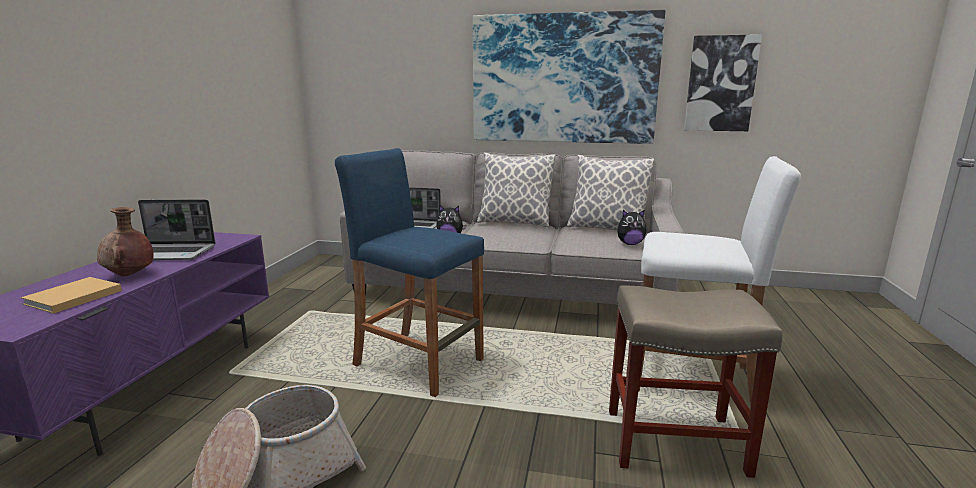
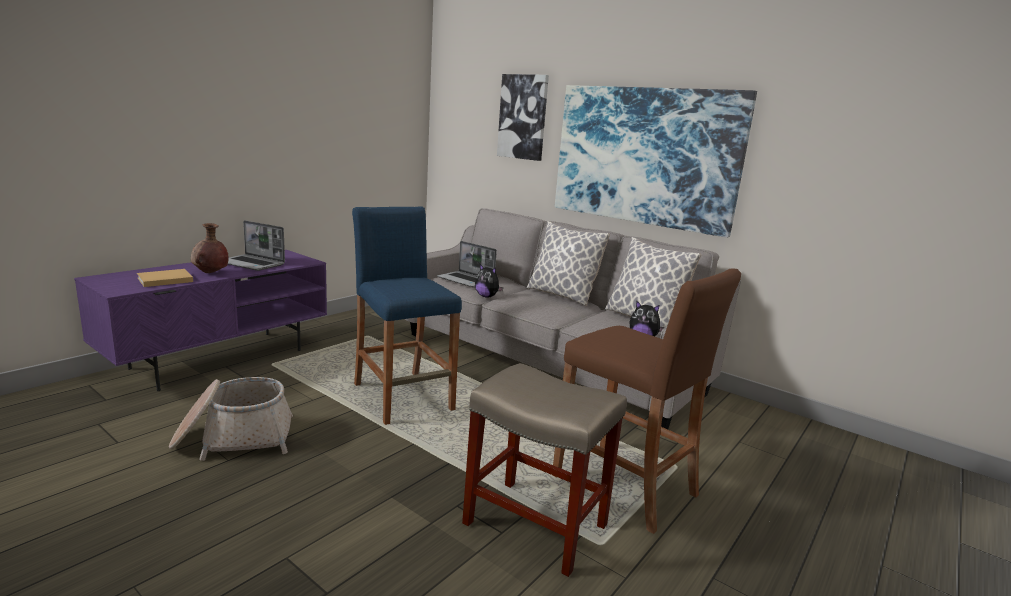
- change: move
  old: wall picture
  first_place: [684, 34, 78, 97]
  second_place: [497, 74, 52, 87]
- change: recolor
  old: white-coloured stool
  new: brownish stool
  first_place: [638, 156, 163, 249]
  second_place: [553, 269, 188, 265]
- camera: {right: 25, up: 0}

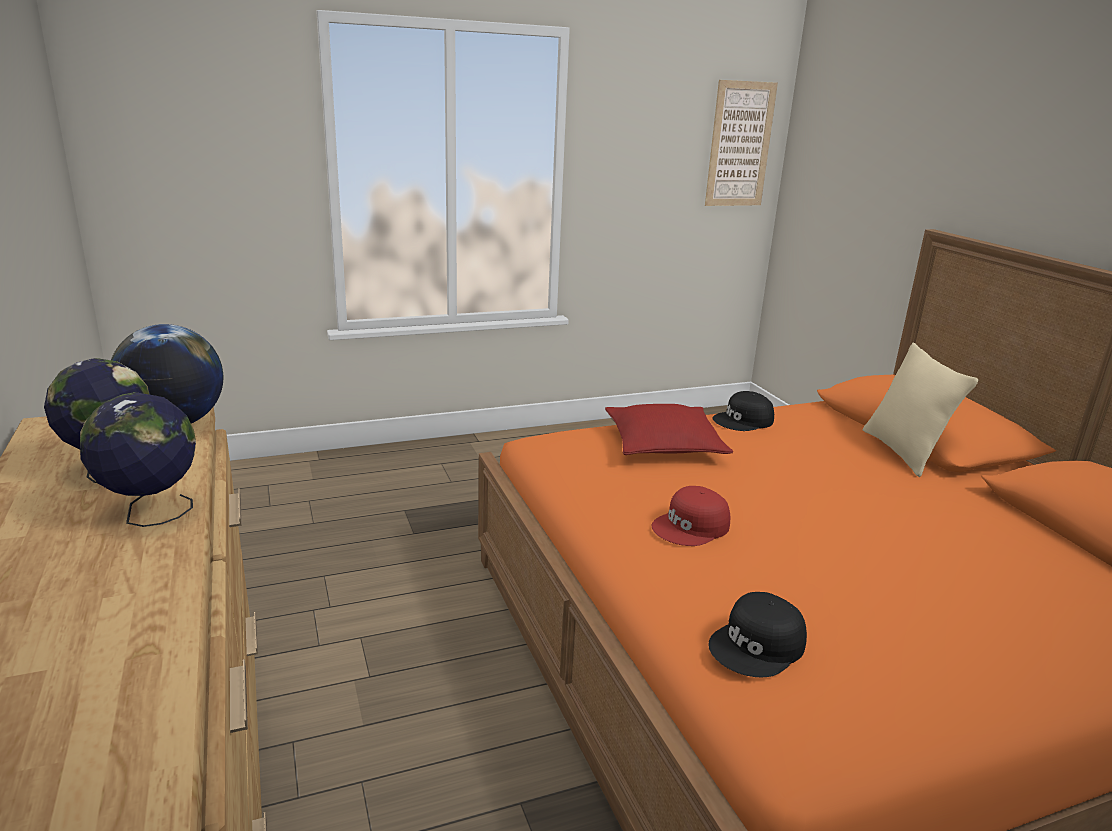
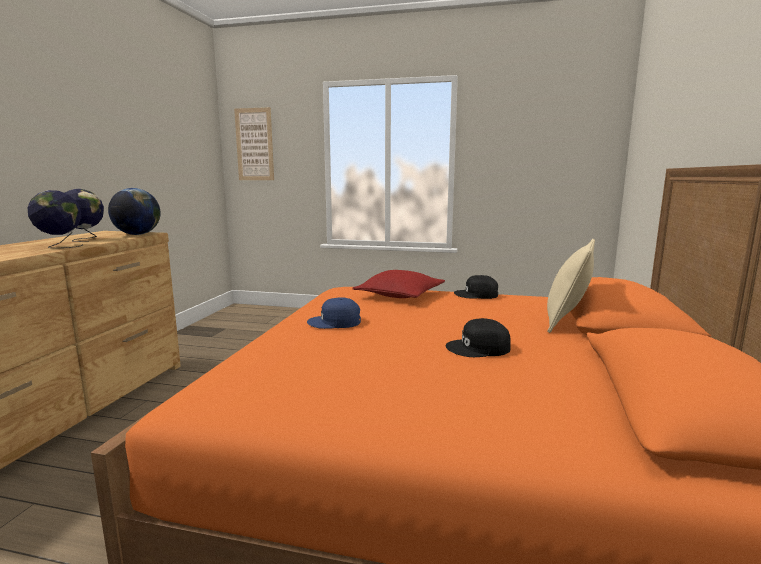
- change: move
  old: wall picture
  first_place: [705, 80, 73, 126]
  second_place: [234, 107, 40, 73]
- change: recolor
  old: red-coloured baseball cap
  new: blue baseball cap
  first_place: [652, 486, 78, 60]
  second_place: [307, 297, 54, 32]
- change: move
  old: blackish baseball cap
  first_place: [709, 592, 98, 85]
  second_place: [446, 318, 65, 39]
- camera: {right: 35, up: -10}

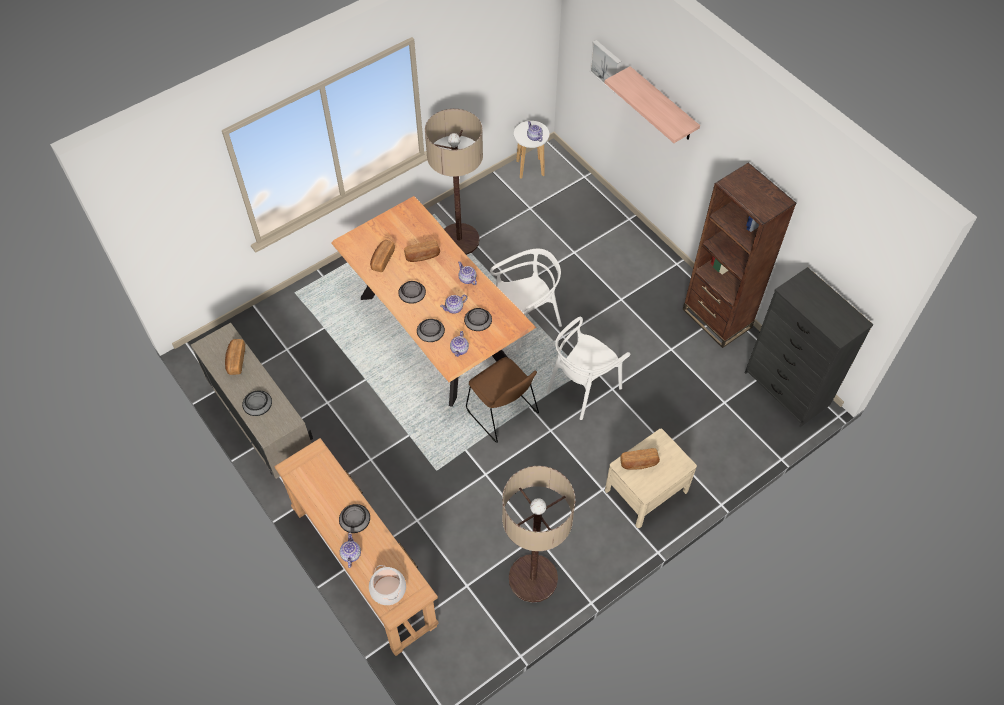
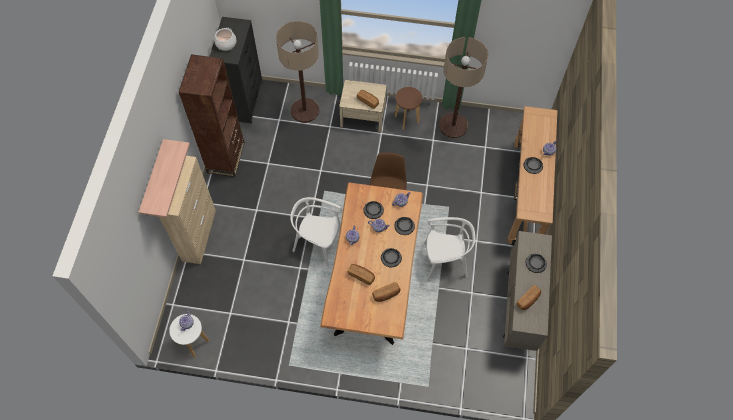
- change: delete
  old: wall picture
  first_place: [590, 40, 32, 53]
- change: move
  old: standing lamp
  first_place: [425, 109, 58, 146]
  second_place: [276, 21, 43, 102]
- change: move
  old: white-coloured chair
  first_place: [546, 317, 84, 103]
  second_place: [424, 217, 51, 65]
- change: move
  old: stockpot
  first_place: [369, 565, 37, 40]
  second_place: [214, 28, 22, 23]
- change: insert
  new: brownish stool
  second_place: [395, 87, 27, 43]
- change: insert
  new: sand-coloured cabinet
  second_place: [159, 156, 57, 108]
- camera: {right: -135, up: 5}

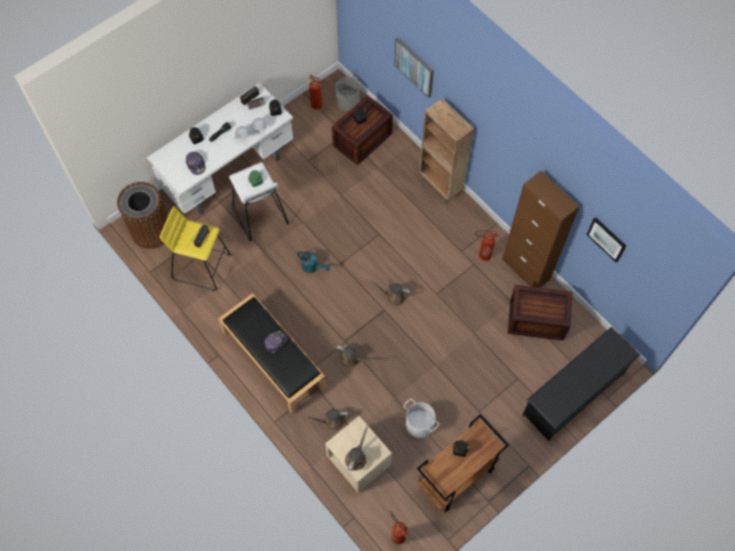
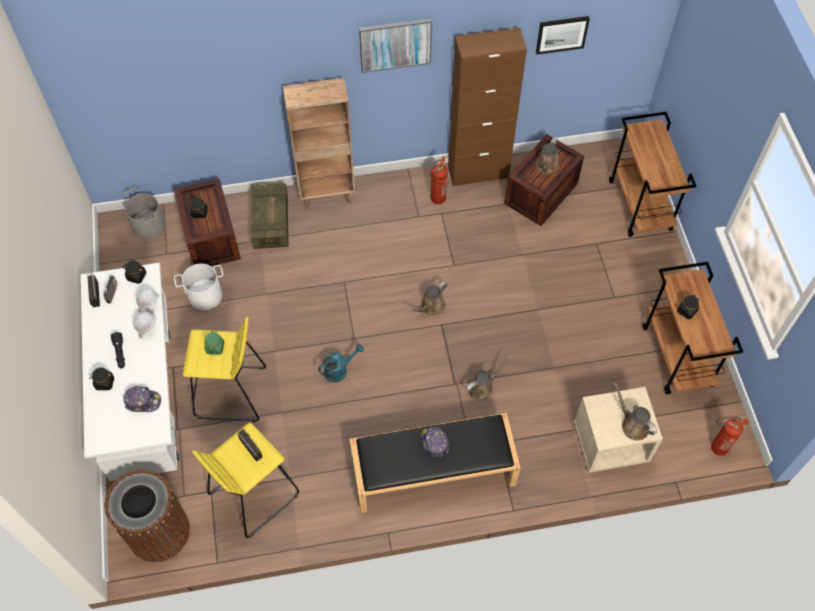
- change: move
  old: wall picture
  first_place: [394, 37, 40, 61]
  second_place: [359, 18, 73, 55]
- change: delete
  old: fire extinguisher
  first_place: [309, 74, 15, 36]
- change: recolor
  old: white-coloured stool
  new: yellow stool
  first_place: [229, 162, 60, 79]
  second_place: [183, 317, 83, 105]
- change: replace
  old: blackish shoe rack
  new: brownish wheeled cart
  first_place: [522, 327, 119, 114]
  second_place: [609, 112, 87, 125]
- change: move
  old: white-coloured water bucket
  first_place: [403, 398, 36, 40]
  second_place: [174, 264, 49, 46]
- change: move
  old: brownish watering can
  first_place: [304, 409, 45, 22]
  second_place: [536, 137, 23, 37]
- change: insert
  new: packing crate
  second_place: [251, 183, 37, 66]
- camera: {right: -60, up: -5}

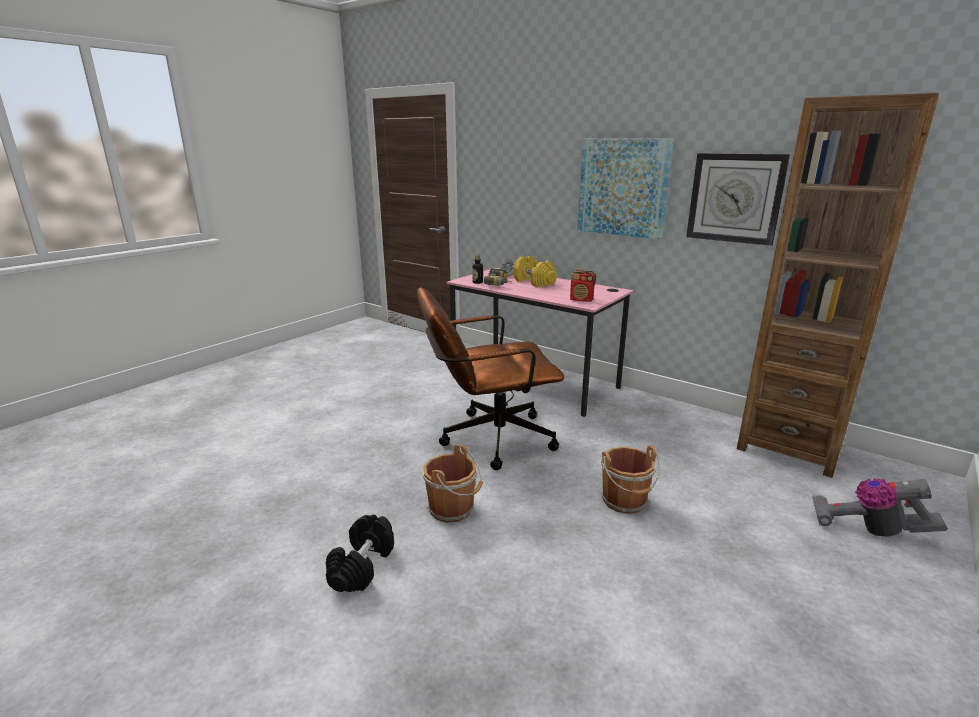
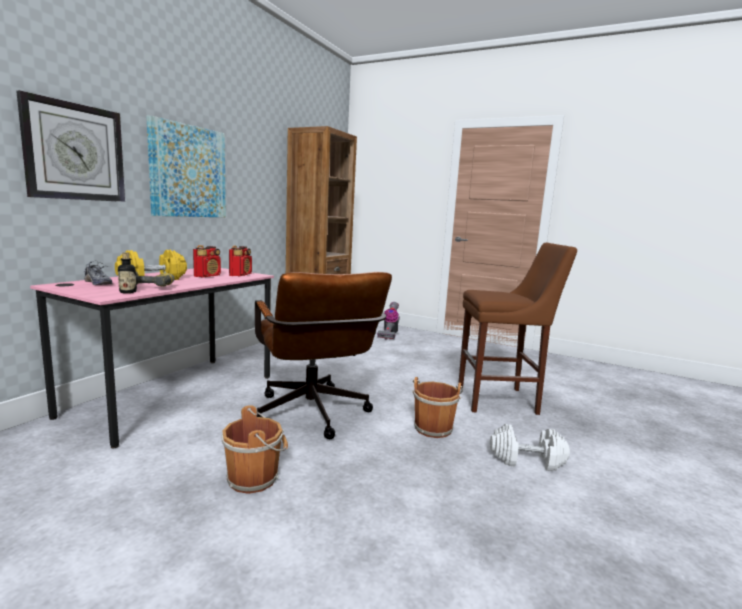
- change: move
  old: clock on the wall
  first_place: [686, 153, 104, 93]
  second_place: [16, 90, 109, 112]
- change: move
  old: brownish water bucket
  first_place: [601, 446, 59, 68]
  second_place: [221, 405, 67, 89]
- change: recolor
  old: blackish dumbbell
  new: white-coloured dumbbell
  first_place: [326, 514, 68, 78]
  second_place: [490, 424, 80, 47]
- change: insert
  new: brownish stool
  second_place: [458, 243, 119, 172]
- change: insert
  new: radio set
  second_place: [193, 245, 28, 33]
- camera: {right: -100, up: -10}

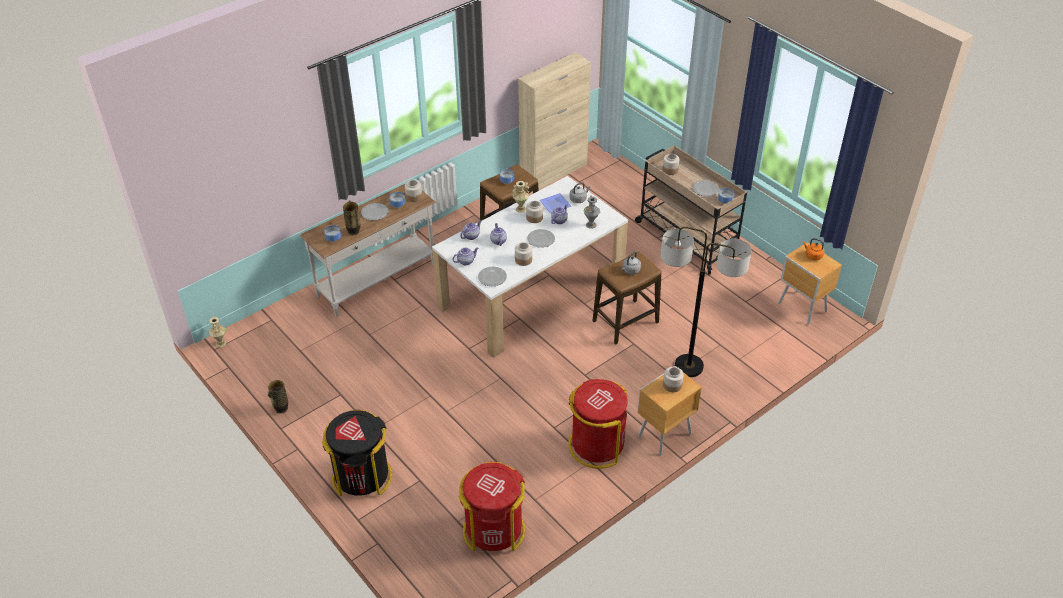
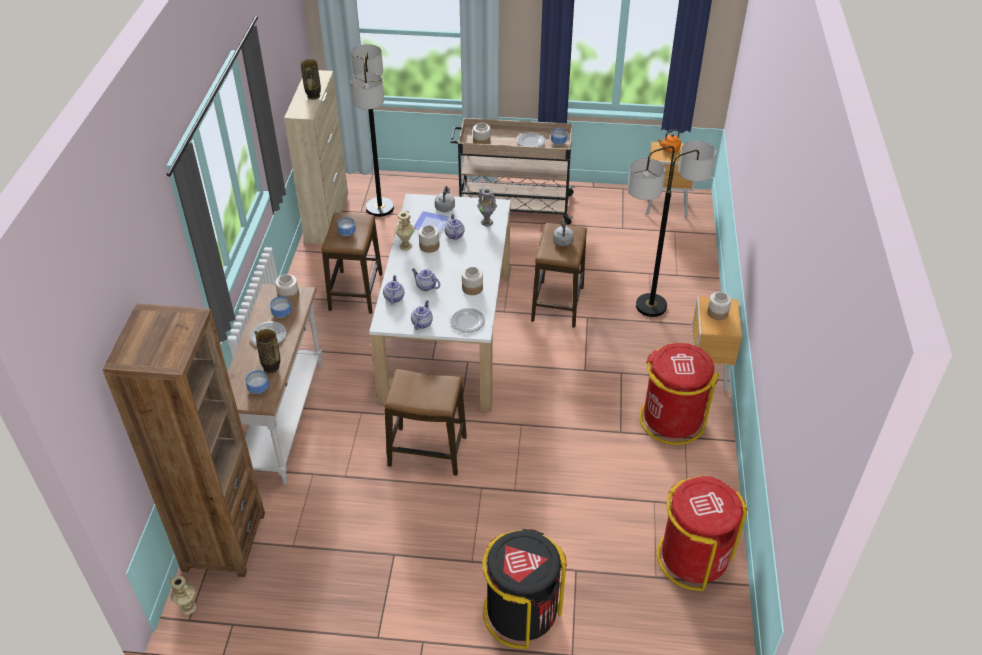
- change: delete
  old: flat dish
  first_place: [527, 229, 28, 19]
- change: move
  old: decorative vase
  first_place: [268, 380, 20, 34]
  second_place: [300, 59, 21, 41]
- change: insert
  new: standing lamp
  second_place: [351, 44, 43, 173]
- change: insert
  new: brownish bookcase
  second_place: [102, 304, 163, 273]
- change: insert
  new: stool
  second_place: [384, 369, 83, 107]
- camera: {right: -45, up: 0}

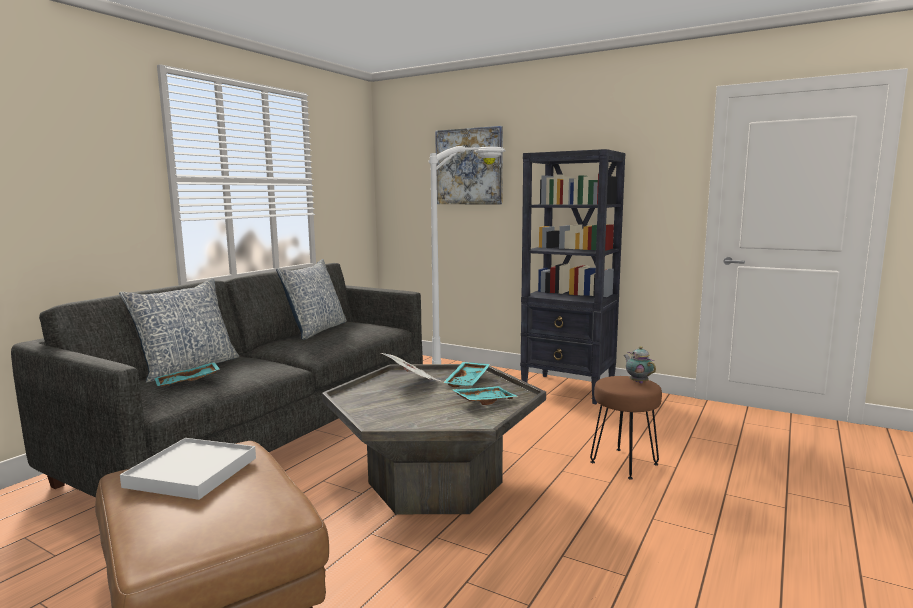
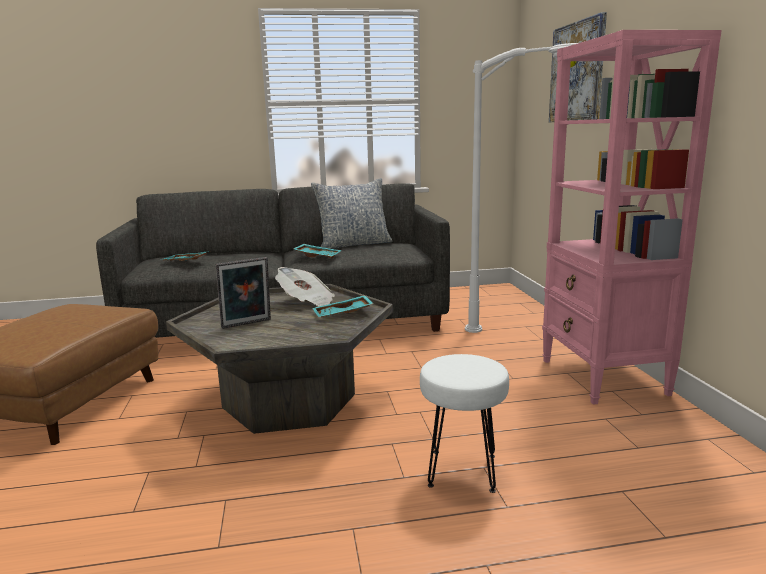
- change: recolor
  old: blackish bookcase
  new: pink-coloured bookcase
  first_place: [520, 149, 105, 255]
  second_place: [542, 30, 180, 375]
- change: delete
  old: cushion
  first_place: [119, 278, 120, 105]
- change: delete
  old: pot for tea
  first_place: [623, 346, 33, 38]
- change: recolor
  old: brownish stool
  new: white-coloured stool
  first_place: [590, 376, 72, 103]
  second_place: [420, 354, 89, 139]
- change: move
  old: turquoise-coloured carrying tray
  first_place: [451, 386, 67, 19]
  second_place: [293, 244, 49, 14]
- change: delete
  old: white-coloured carrying tray
  first_place: [120, 438, 136, 62]
- change: insert
  new: photo frame
  second_place: [216, 257, 55, 72]
- camera: {right: 50, up: 5}

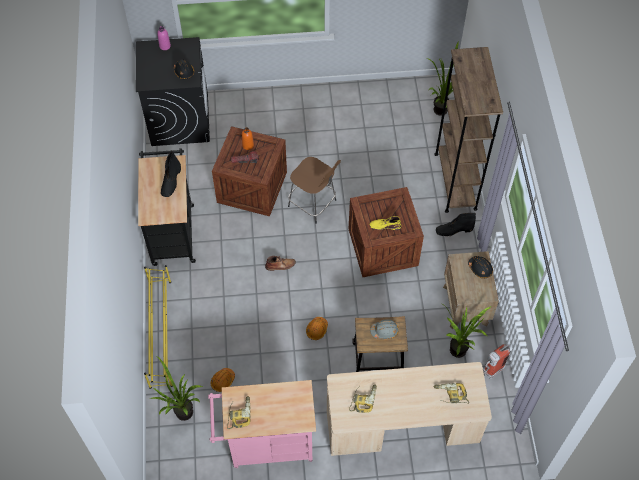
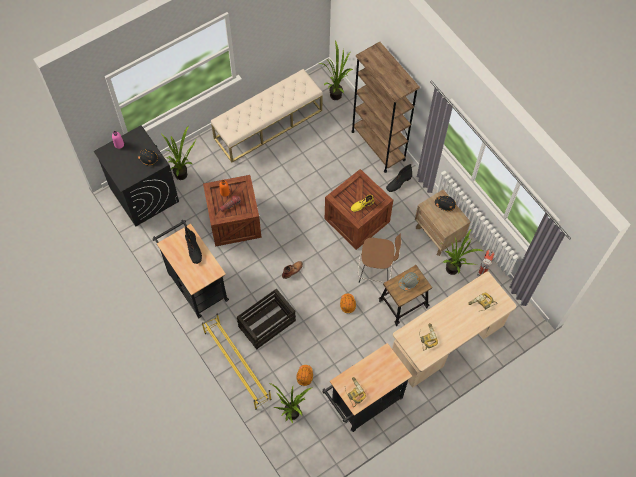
- change: move
  old: brownish stool
  first_place: [288, 157, 53, 67]
  second_place: [358, 233, 43, 50]
- change: recolor
  old: pink-coloured wheeled cart
  new: blackish wheeled cart
  first_place: [208, 380, 108, 88]
  second_place: [323, 343, 89, 89]
- change: insert
  new: sand-coloured indoor bench
  second_place: [211, 69, 112, 94]
- change: insert
  new: plant in a pot
  second_place: [161, 126, 35, 54]
- change: insert
  new: packing crate
  second_place: [237, 288, 59, 61]
- camera: {right: -30, up: 5}

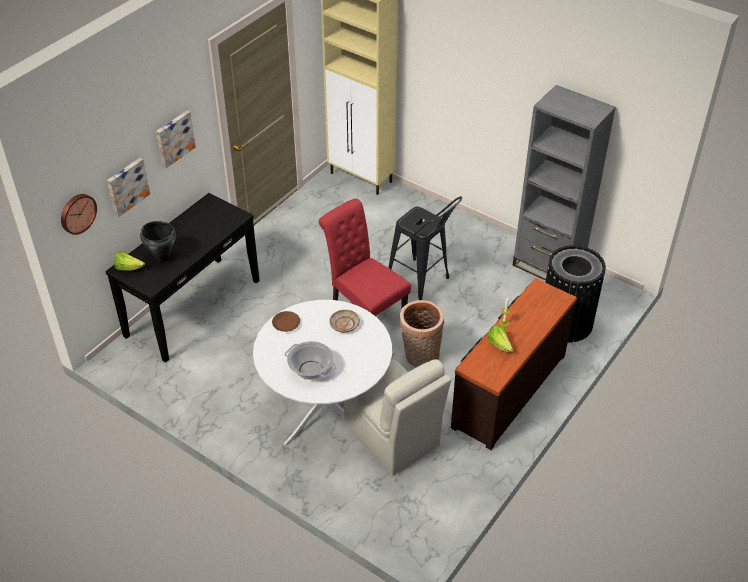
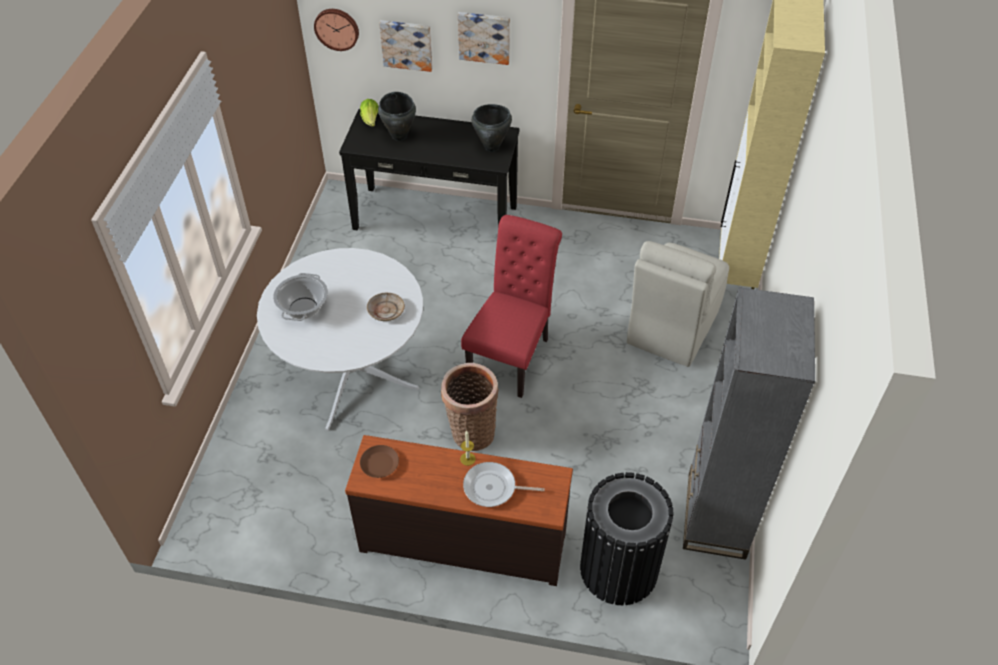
- change: delete
  old: blackish stool
  first_place: [388, 196, 74, 104]
- change: move
  old: brownish flat dish
  first_place: [272, 311, 28, 21]
  second_place: [360, 445, 39, 33]
- change: delete
  old: lettuce head
  first_place: [487, 325, 27, 27]
- change: move
  old: sand-coloured chair
  first_place: [344, 359, 107, 116]
  second_place: [627, 241, 102, 126]
- change: insert
  new: blackish stockpot
  second_place: [472, 104, 40, 48]
- change: insert
  new: frying pan
  second_place: [463, 462, 82, 45]
- camera: {right: 65, up: 5}

